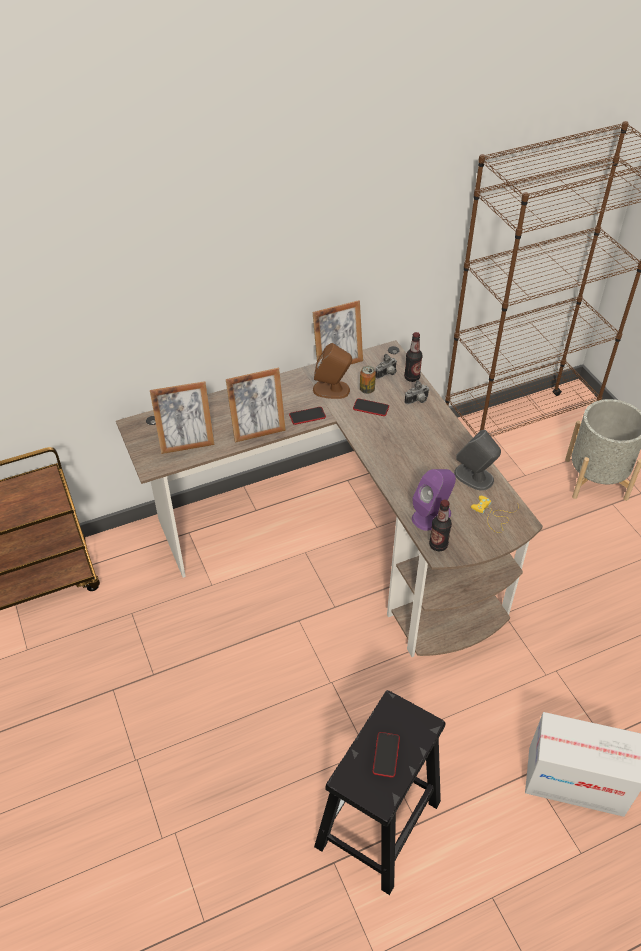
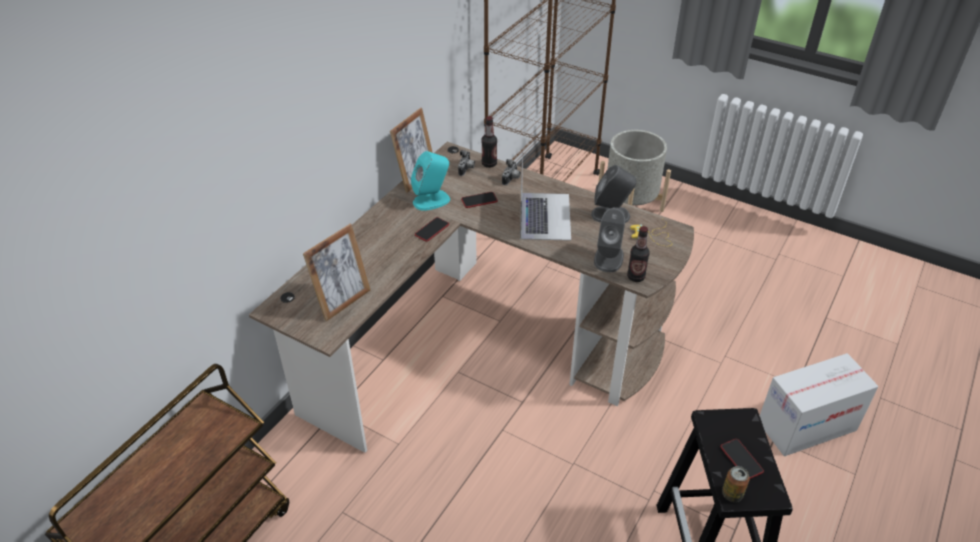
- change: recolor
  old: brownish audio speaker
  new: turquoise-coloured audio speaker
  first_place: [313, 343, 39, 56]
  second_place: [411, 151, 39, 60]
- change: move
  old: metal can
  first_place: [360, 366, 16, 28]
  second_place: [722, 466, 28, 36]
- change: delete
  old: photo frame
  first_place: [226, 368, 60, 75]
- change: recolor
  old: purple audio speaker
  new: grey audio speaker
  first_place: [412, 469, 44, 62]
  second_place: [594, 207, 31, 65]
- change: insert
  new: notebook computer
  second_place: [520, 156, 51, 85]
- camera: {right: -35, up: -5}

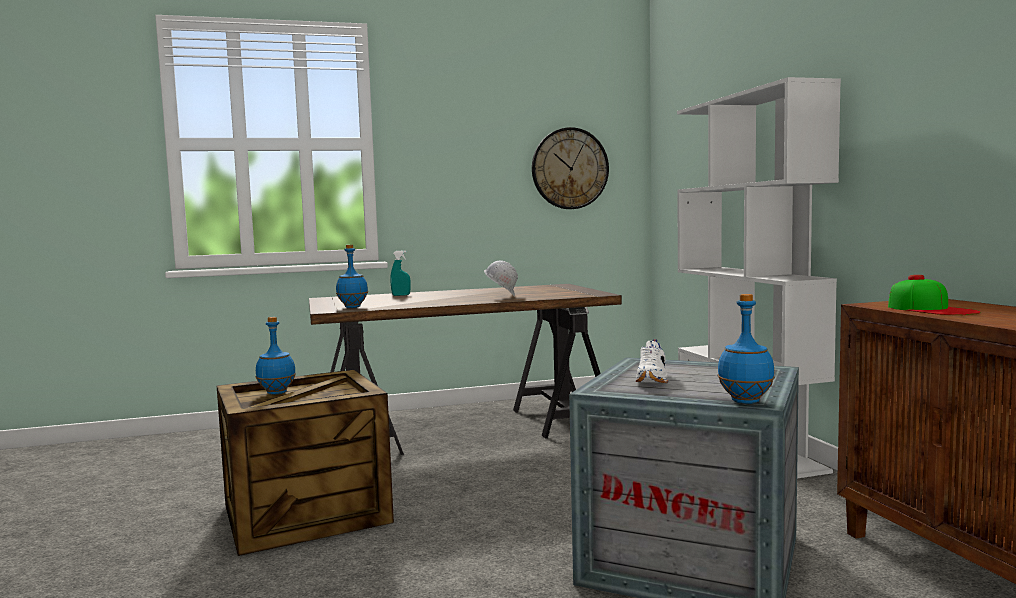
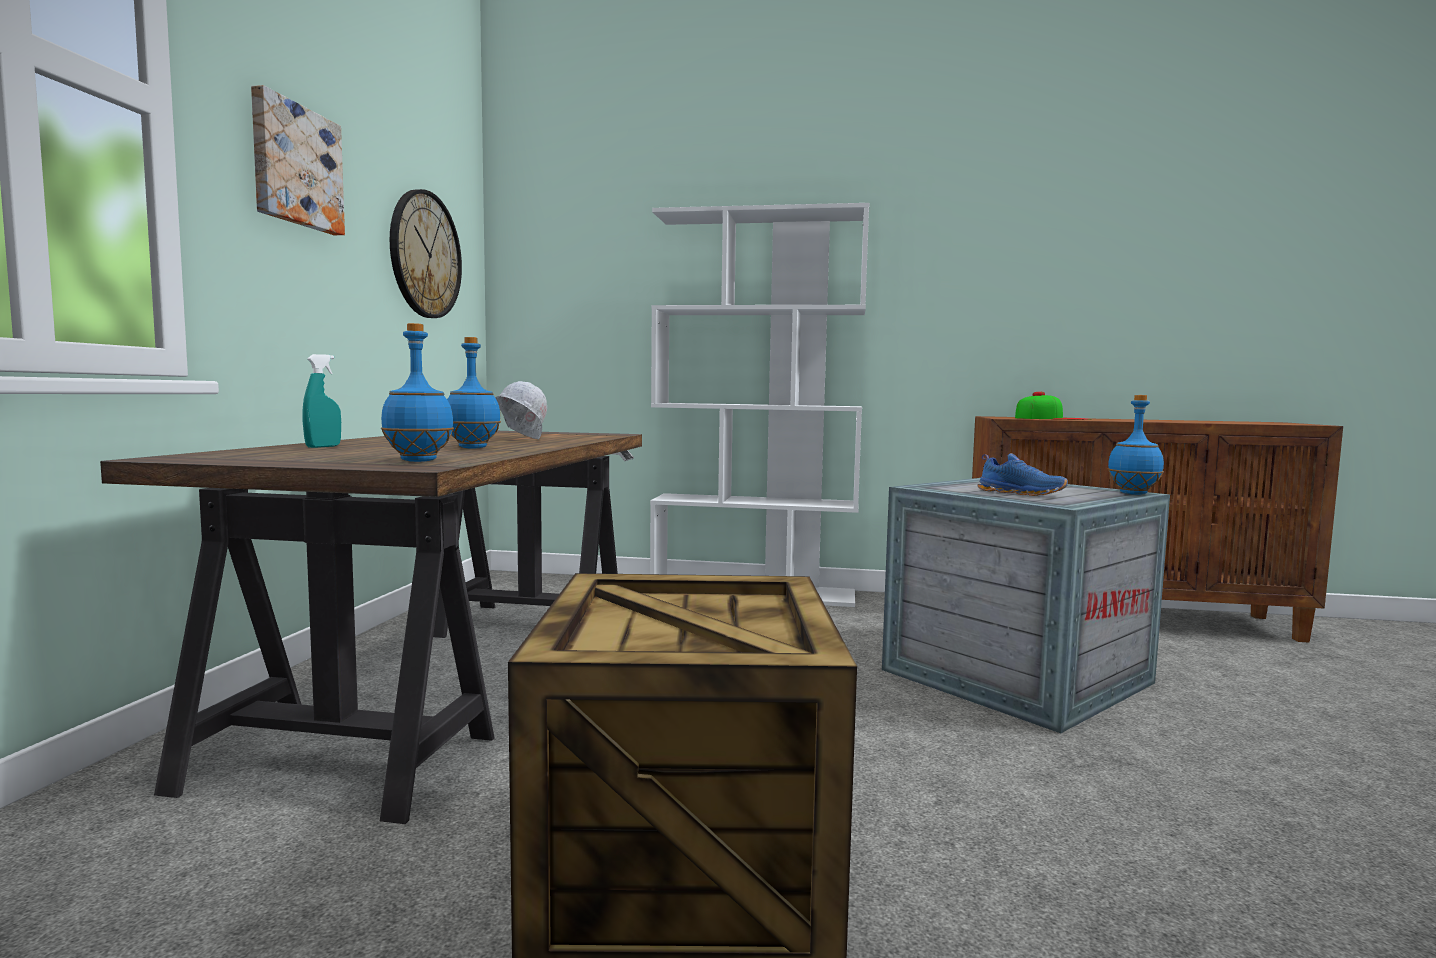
- change: move
  old: blue drink bottle
  first_place: [256, 317, 40, 77]
  second_place: [447, 337, 54, 111]
- change: recolor
  old: white-coloured item of footwear
  new: blue item of footwear
  first_place: [636, 339, 32, 44]
  second_place: [978, 453, 90, 43]
- change: insert
  new: wall picture
  second_place: [251, 85, 94, 150]
- camera: {right: -65, up: 0}

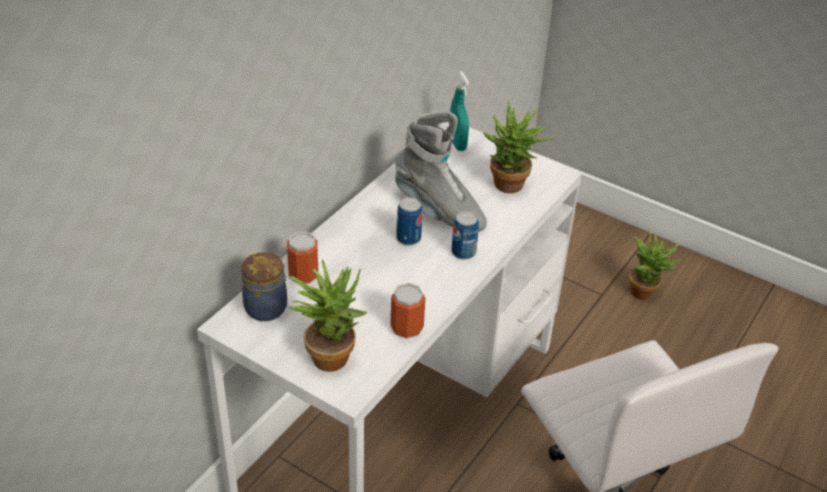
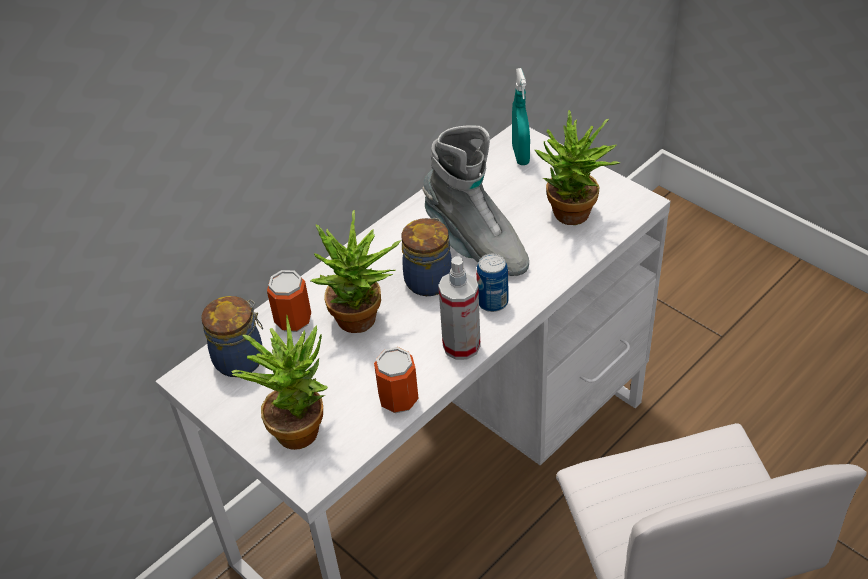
- change: replace
  old: metal can
  new: storage jar
  first_place: [396, 198, 26, 48]
  second_place: [401, 218, 51, 78]
- change: move
  old: plant in a pot
  first_place: [628, 228, 58, 72]
  second_place: [310, 210, 91, 123]
- change: insert
  new: sprayer
  second_place: [438, 256, 43, 104]
- camera: {right: 15, up: 5}

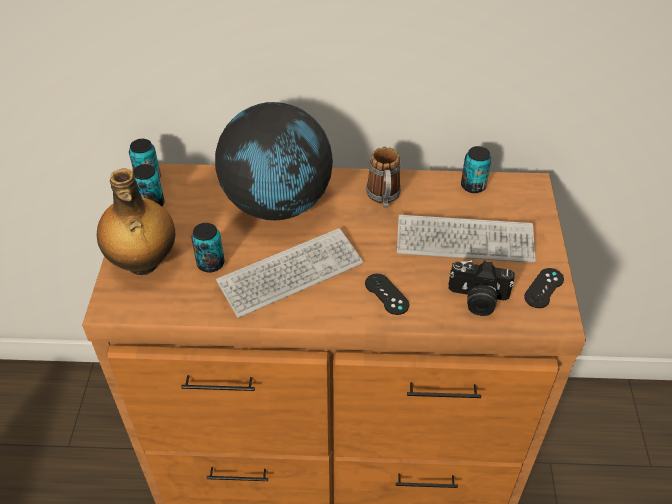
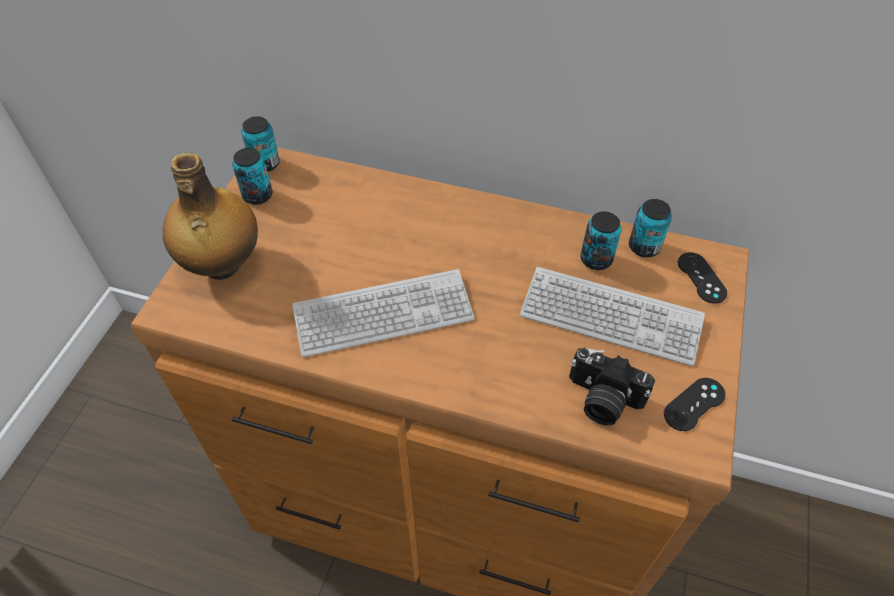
- change: delete
  old: globe
  first_place: [215, 102, 118, 118]
- change: delete
  old: tea mug
  first_place: [366, 147, 35, 61]
- change: move
  old: metal can
  first_place: [191, 223, 33, 50]
  second_place: [580, 211, 42, 59]
- change: move
  old: blackish joypad
  first_place: [365, 274, 44, 41]
  second_place: [678, 252, 49, 52]
- camera: {right: 15, up: 5}

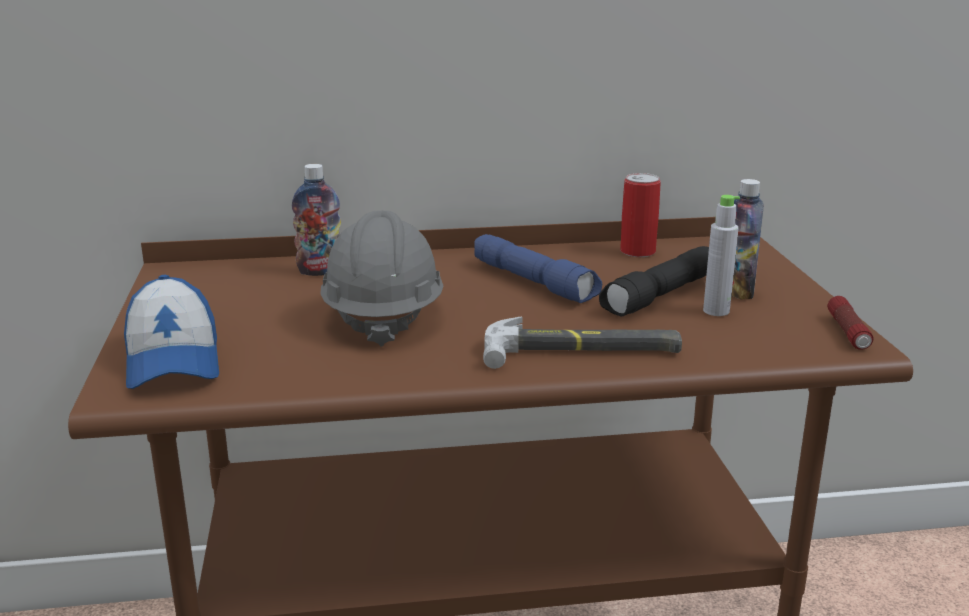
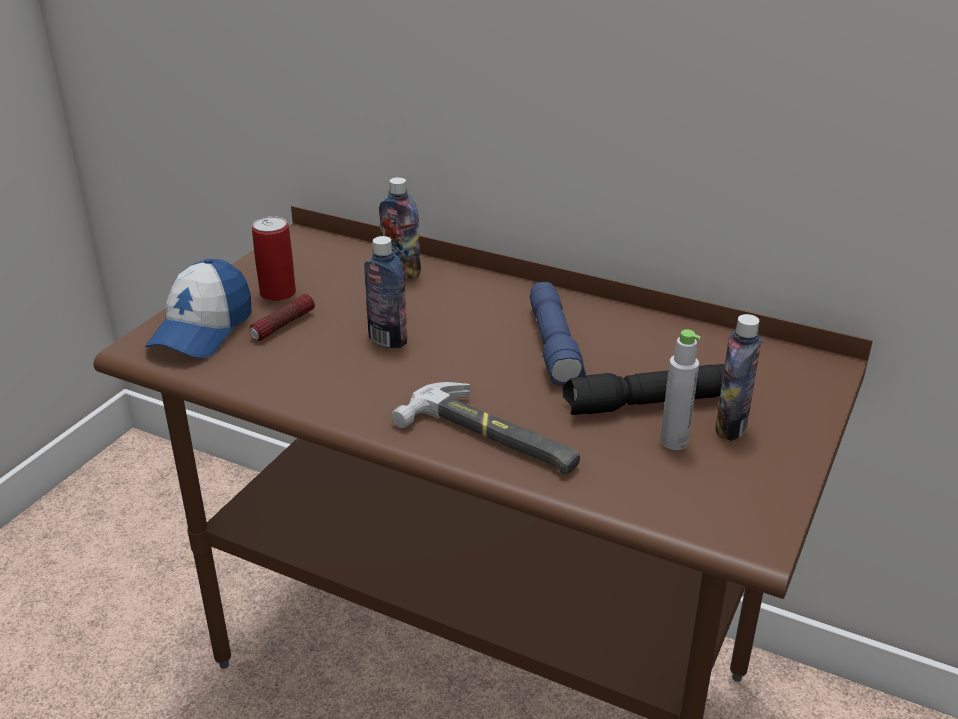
- change: move
  old: metal can
  first_place: [620, 173, 41, 84]
  second_place: [252, 216, 44, 86]
- change: replace
  old: grey safety helmet
  new: drink bottle
  first_place: [320, 211, 123, 136]
  second_place: [364, 236, 43, 112]
- change: move
  old: torch
  first_place: [827, 296, 47, 54]
  second_place: [249, 294, 66, 47]
- camera: {right: 35, up: 10}

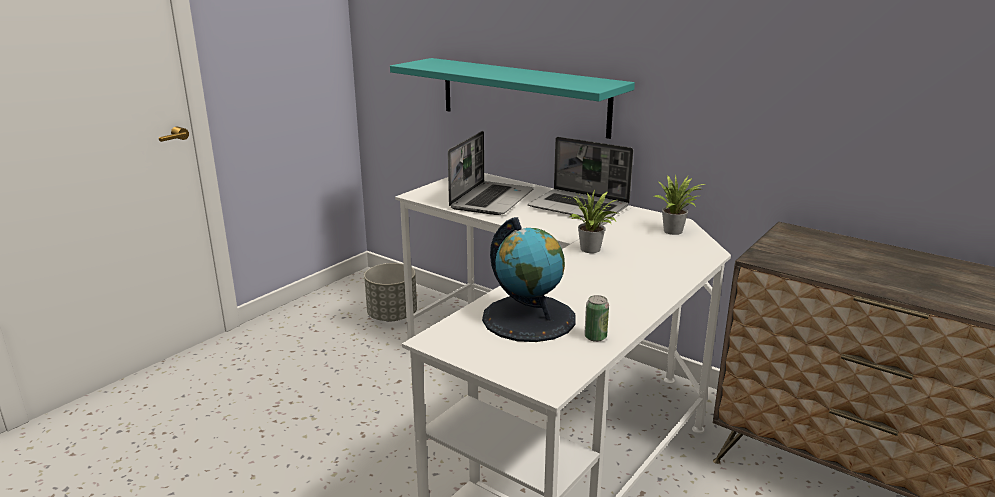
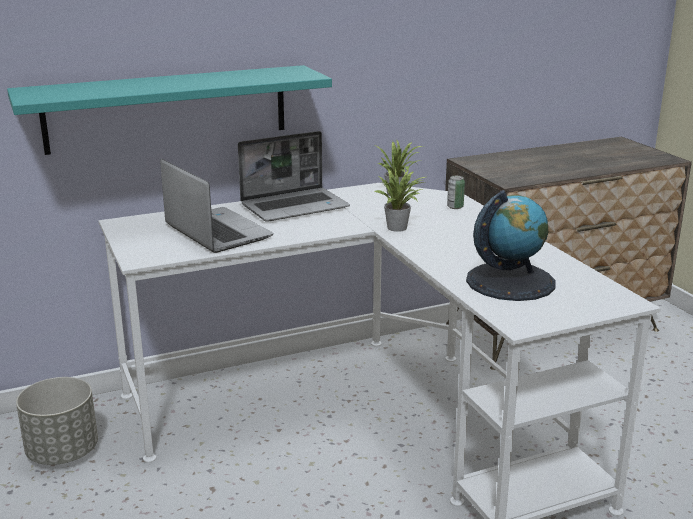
- change: move
  old: metal can
  first_place: [584, 295, 25, 47]
  second_place: [447, 176, 18, 33]
- camera: {right: -60, up: 0}

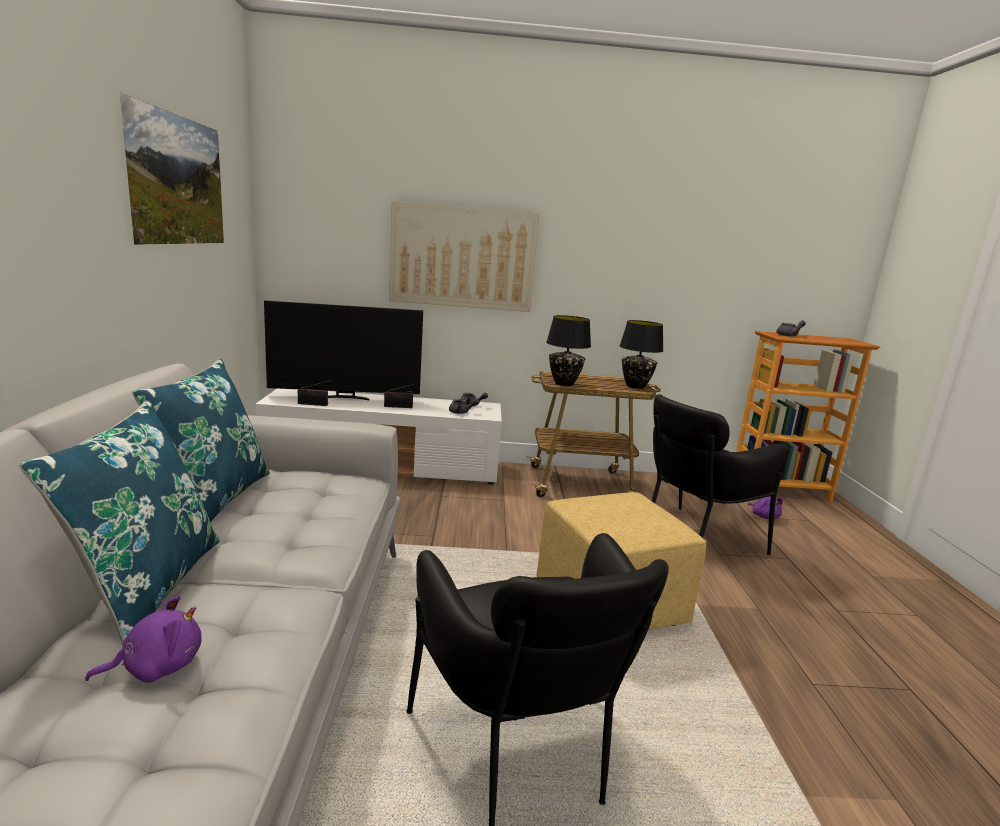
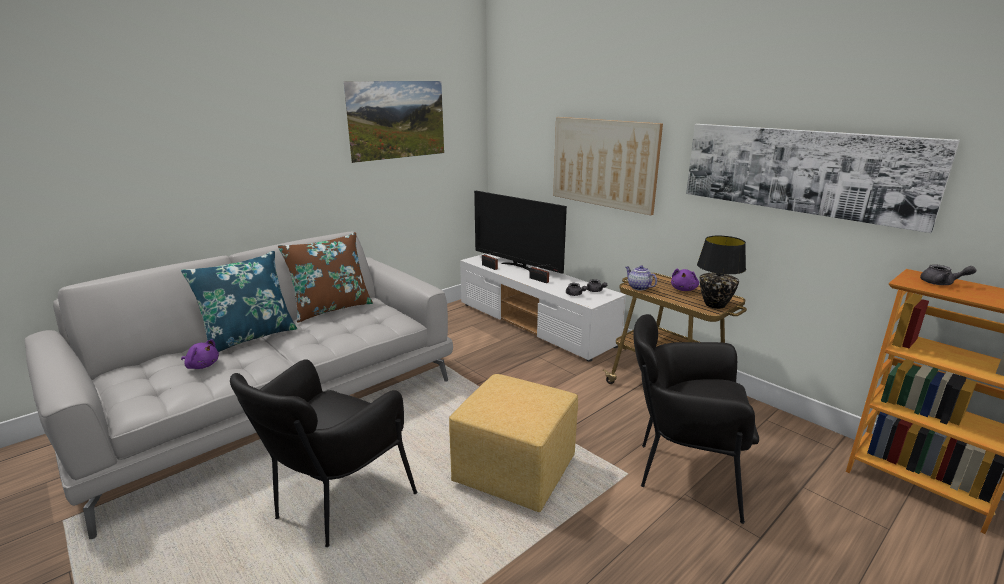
- change: replace
  old: blackish lamp for a table
  new: pot for tea
  first_place: [546, 315, 45, 71]
  second_place: [625, 265, 32, 25]
- change: recolor
  old: blue cushion
  new: brownish cushion
  first_place: [132, 359, 138, 163]
  second_place: [278, 232, 95, 91]
- change: move
  old: purple plush toy
  first_place: [748, 497, 35, 22]
  second_place: [671, 269, 28, 22]
- change: insert
  new: wall picture
  second_place: [686, 124, 274, 109]
- camera: {right: 50, up: 5}

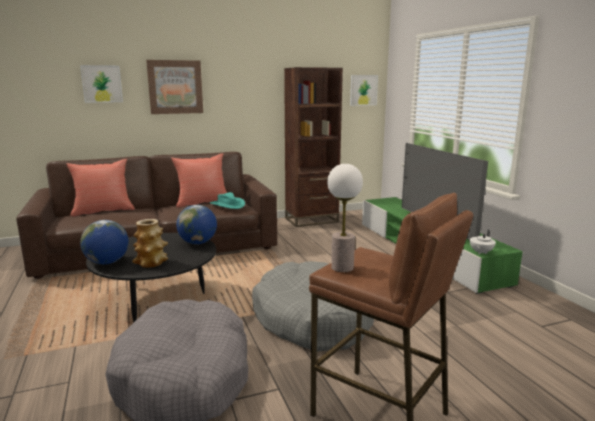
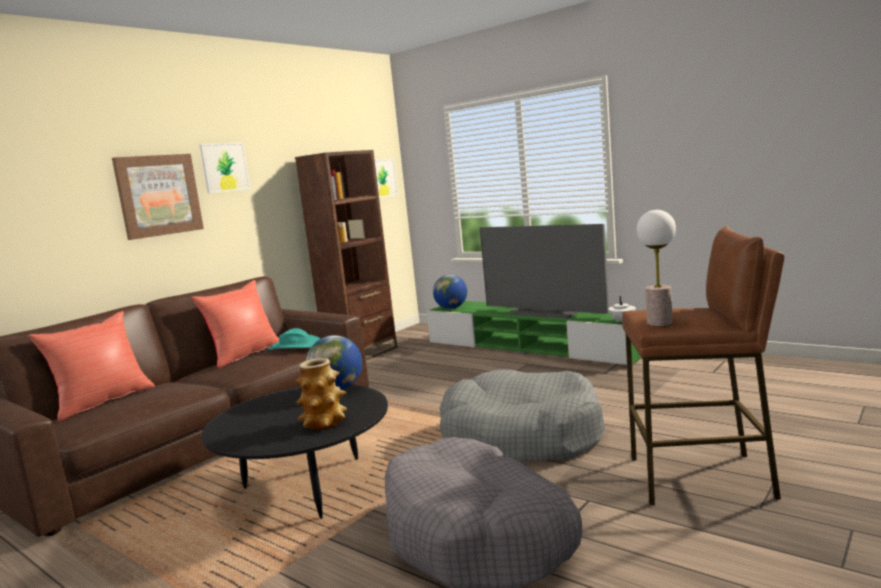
- change: move
  old: wall picture
  first_place: [80, 65, 43, 38]
  second_place: [200, 142, 50, 51]
- change: move
  old: globe
  first_place: [80, 220, 49, 44]
  second_place: [433, 275, 34, 34]
- camera: {right: -30, up: -5}

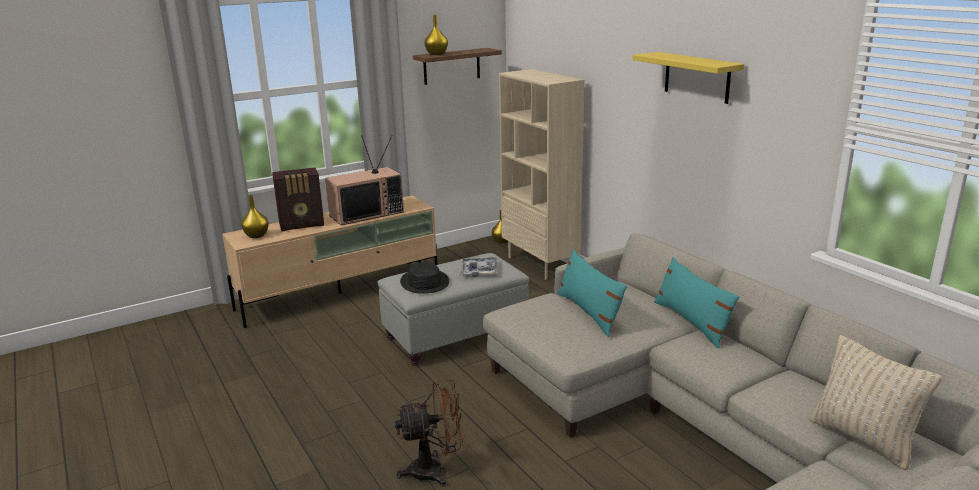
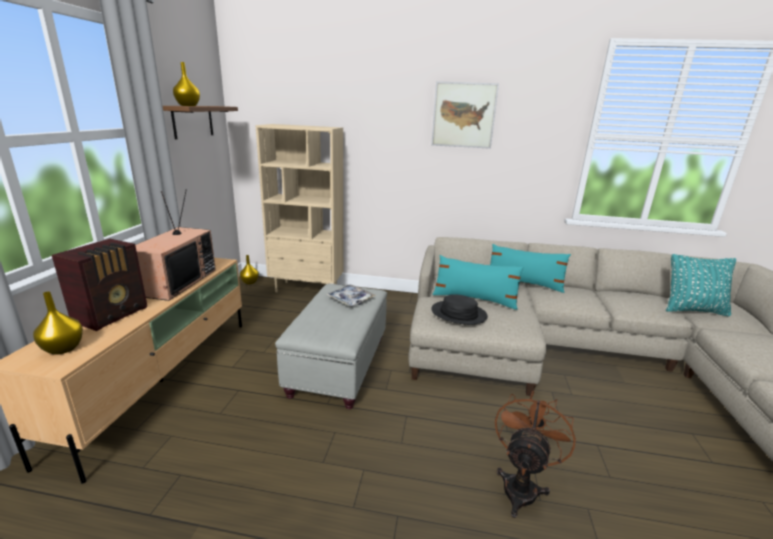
- change: replace
  old: yellow wall shelf
  new: wall picture
  first_place: [632, 52, 112, 52]
  second_place: [431, 81, 68, 68]
- change: move
  old: blackish clothing hat
  first_place: [400, 262, 49, 32]
  second_place: [431, 294, 57, 31]
- change: recolor
  old: sand-coloured cushion
  new: turquoise-coloured cushion
  first_place: [809, 335, 133, 135]
  second_place: [666, 254, 70, 62]
- camera: {right: -50, up: 0}

